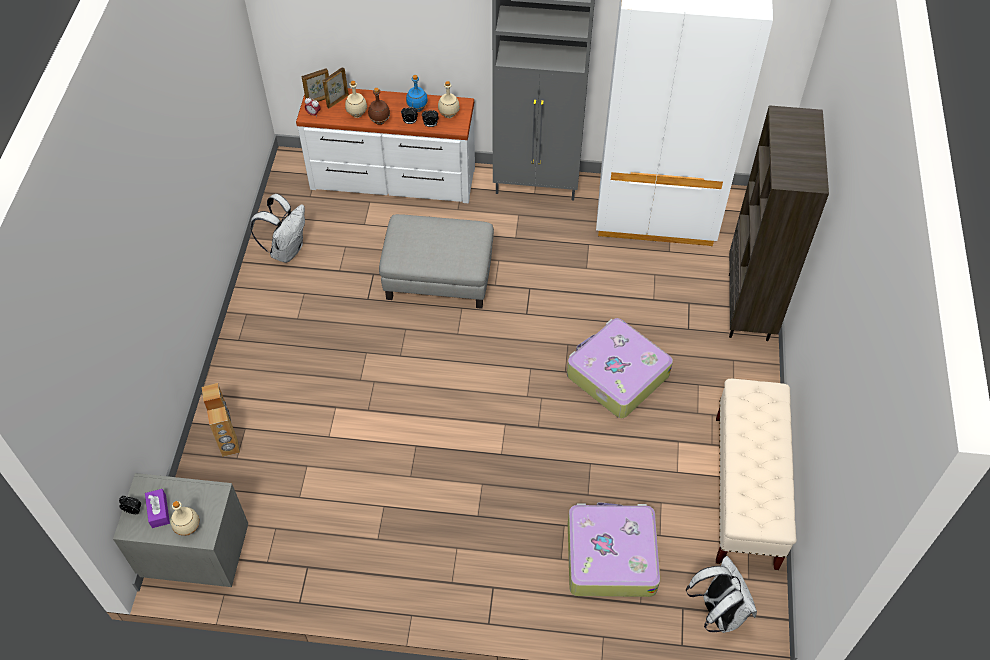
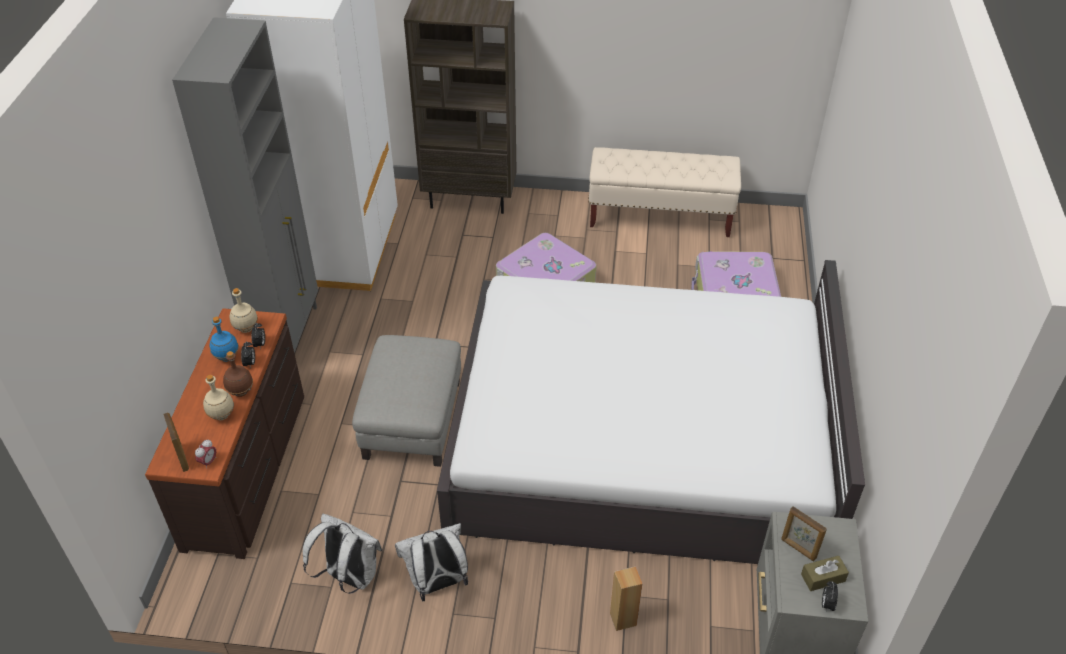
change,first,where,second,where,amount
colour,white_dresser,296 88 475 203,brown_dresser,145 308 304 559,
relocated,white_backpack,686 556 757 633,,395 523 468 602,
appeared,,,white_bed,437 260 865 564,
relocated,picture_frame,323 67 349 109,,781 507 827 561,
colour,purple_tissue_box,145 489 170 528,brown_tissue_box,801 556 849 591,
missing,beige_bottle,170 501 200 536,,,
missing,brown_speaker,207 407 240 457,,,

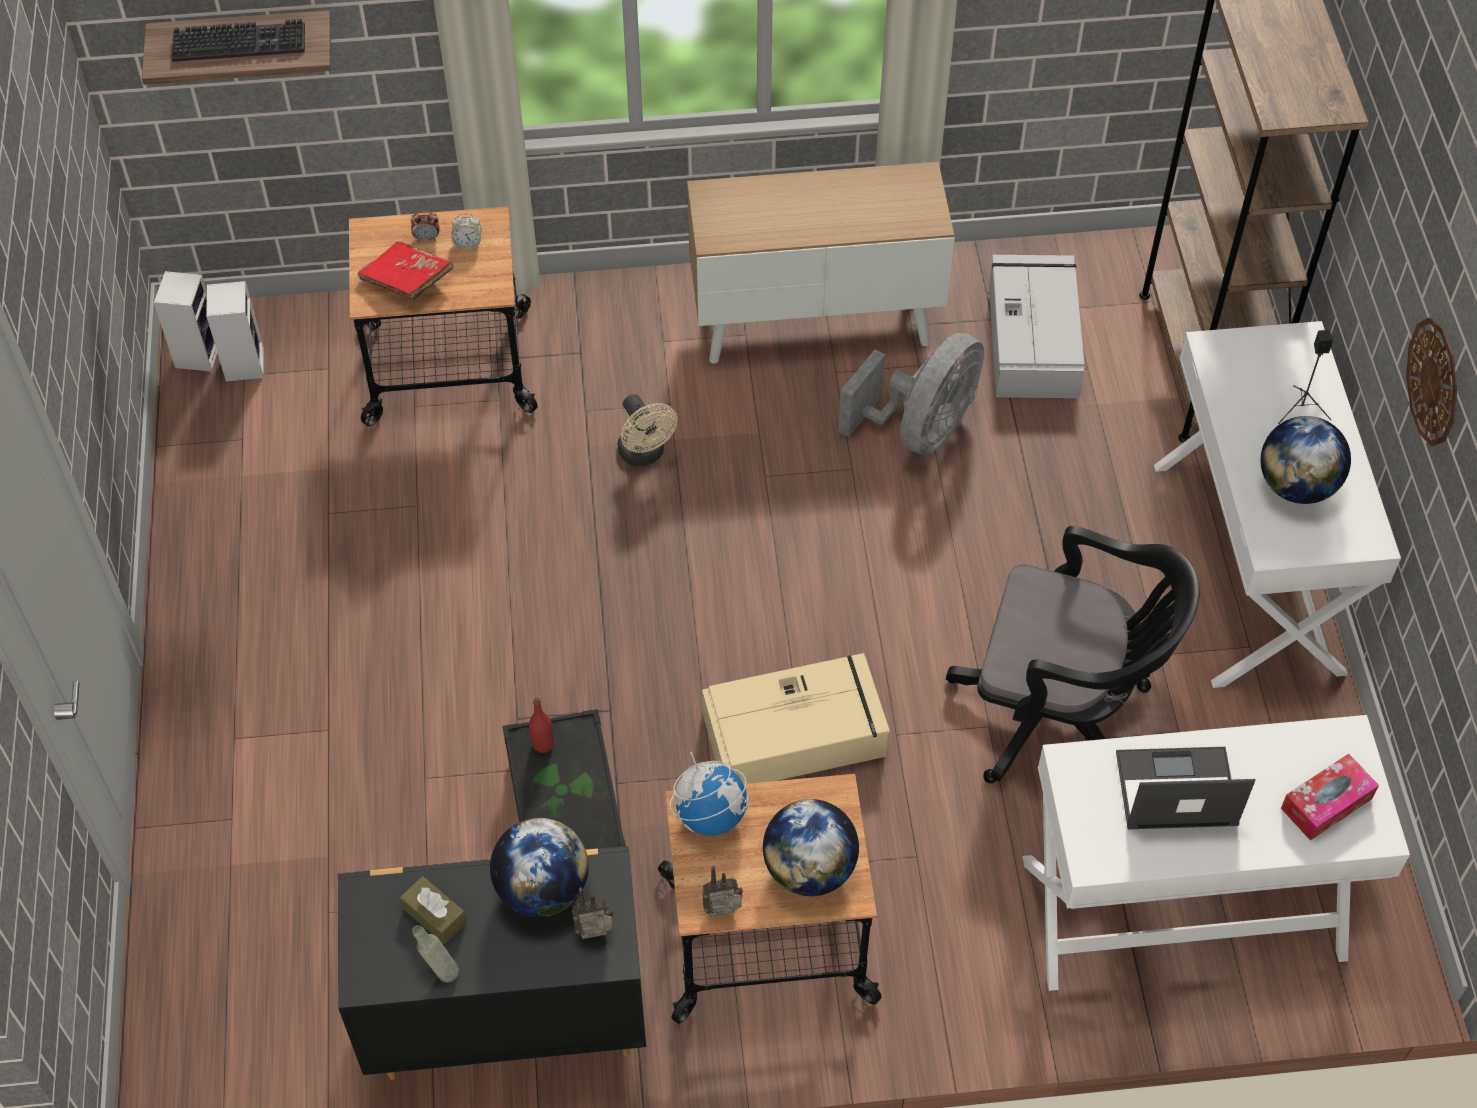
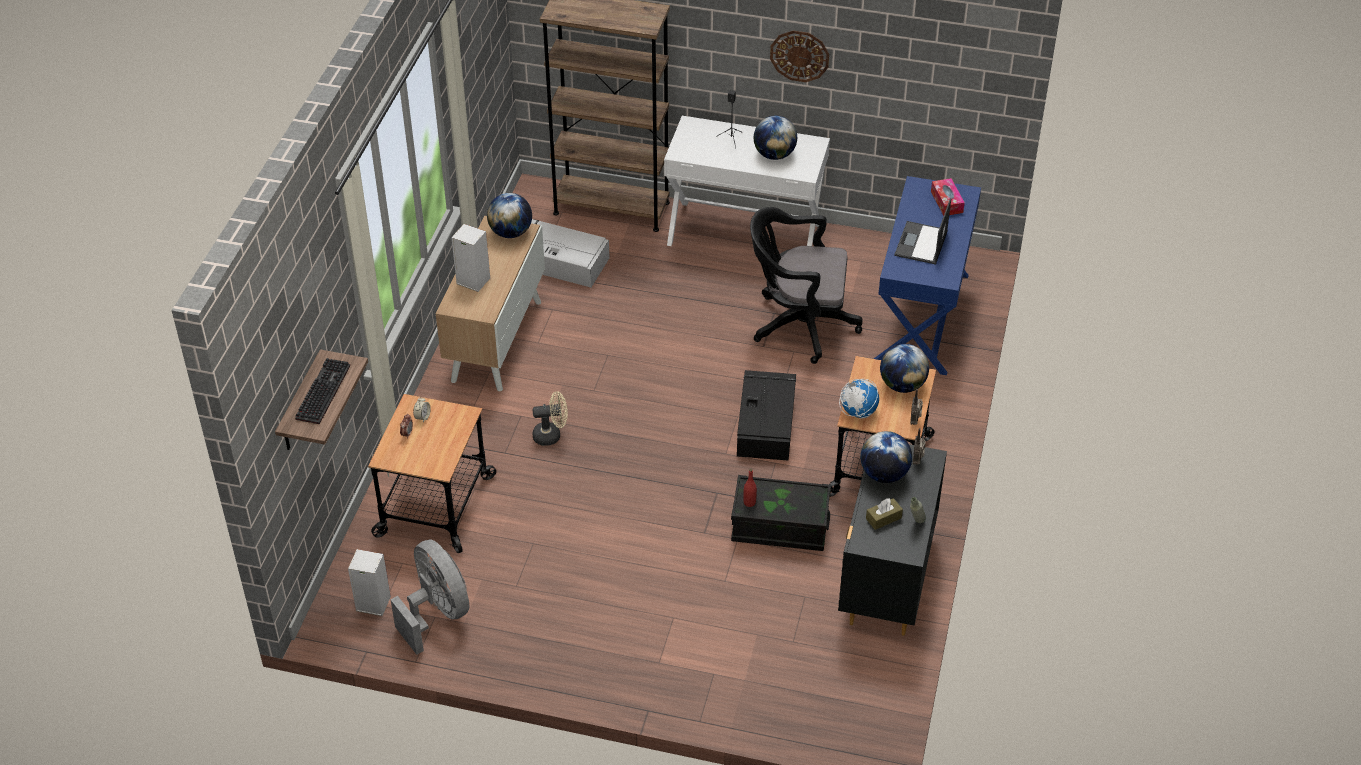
change,first,where,second,where,amount
relocated,grey_fan,838 333 984 455,,391 539 470 655,
relocated,speaker,154 271 218 371,,451 224 490 292,
appeared,,,globe,487 193 532 238,
colour,beige_storage_box,702 653 890 784,black_storage_box,737 370 796 461,
spun,black_office_chair,946 526 1199 784,,750 207 862 364,120 degrees counterclockwise
colour,white_desk,1022 715 1410 991,blue_desk,874 176 981 375,
missing,red_book,358 242 453 300,,,

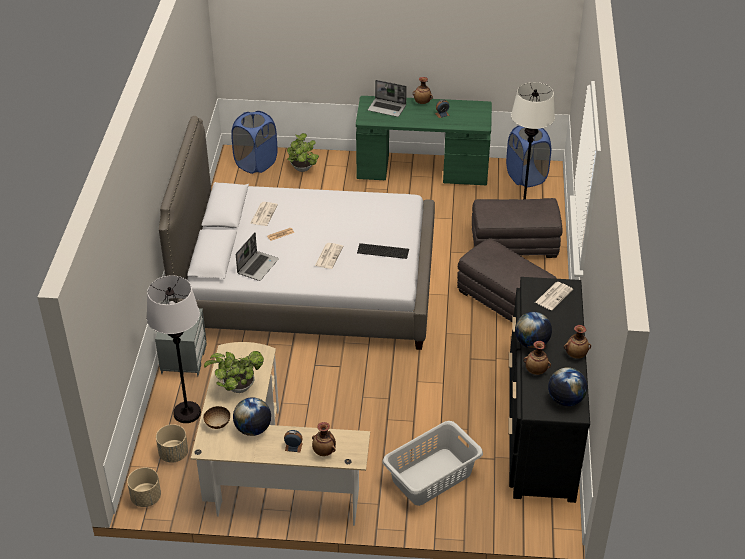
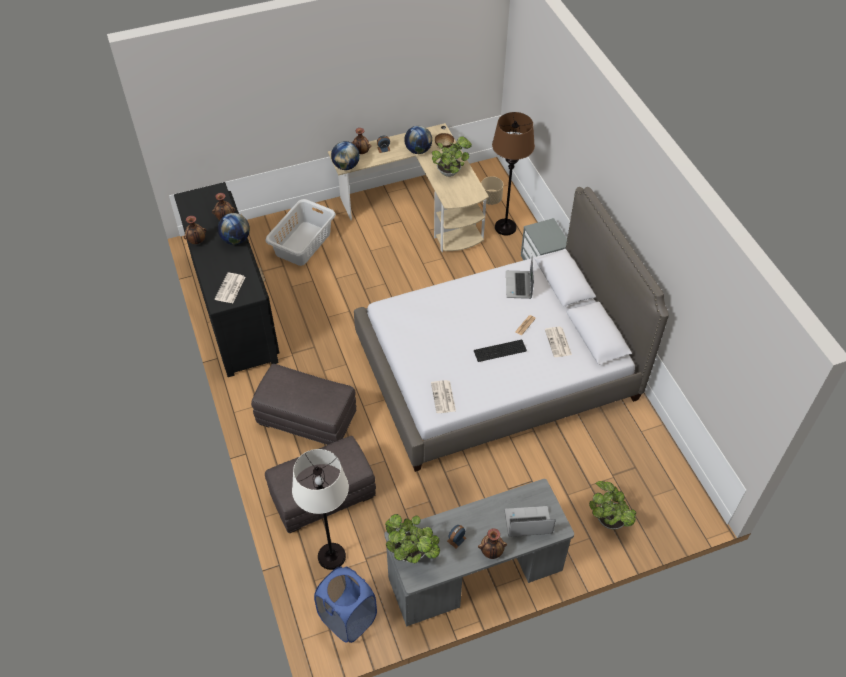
change,first,where,second,where,amount
relocated,globe,548 367 587 406,,331 141 360 170,
colour,green_desk,356 96 492 185,grey_desk,384 479 574 627,
appeared,,,potted_plant,385 514 440 563,
relocated,newspaper,315 243 343 269,,431 380 456 413,
relocated,keyboard,357 243 409 259,,474 340 527 362,
colour,white_floor_lamp,146 275 201 423,brown_floor_lamp,492 112 535 235,
missing,beige_planter,127 468 161 507,,,
missing,blue_laundry_basket,231 111 278 174,,,

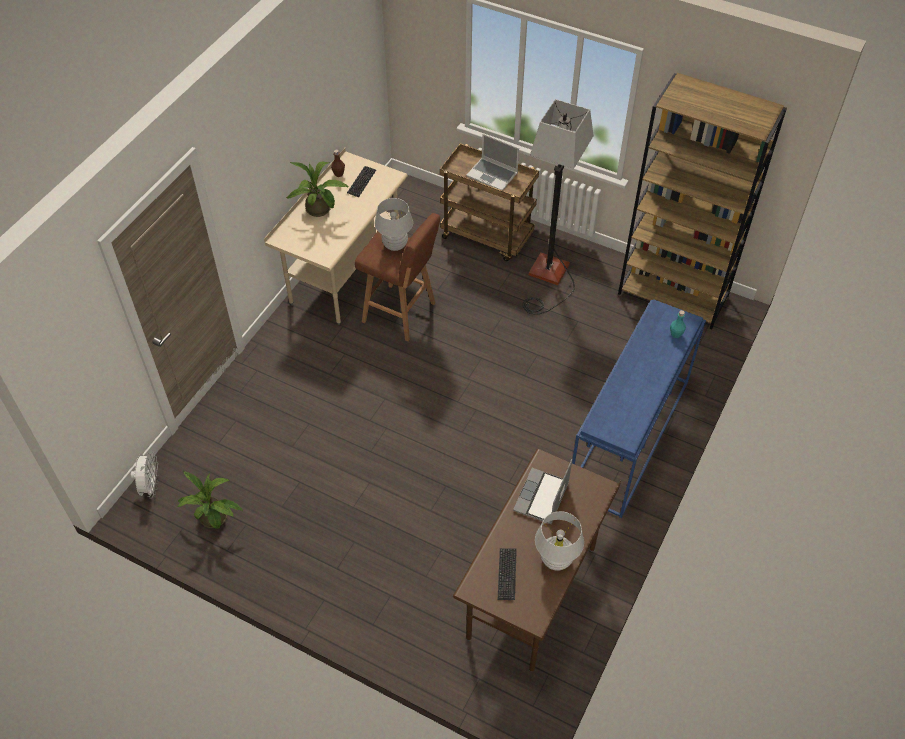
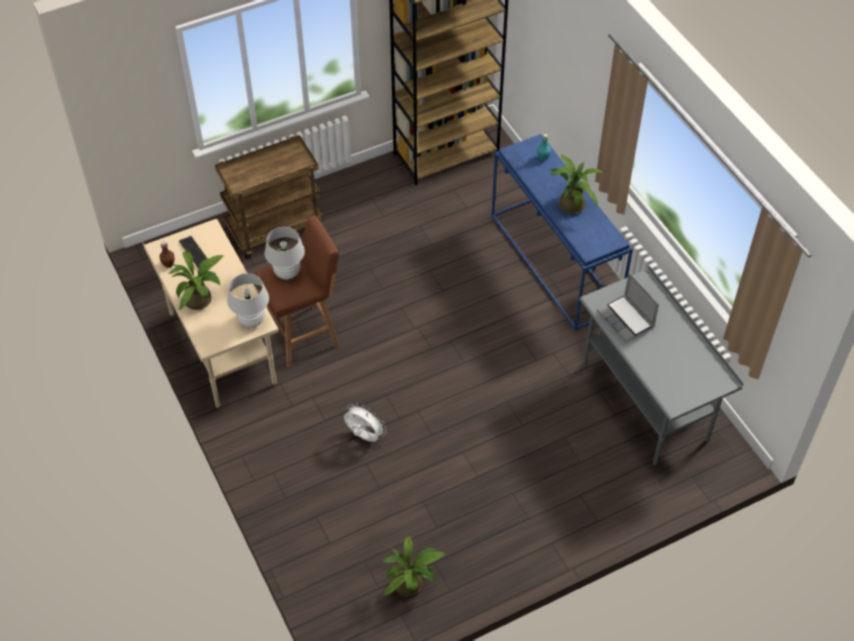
change,first,where,second,where,amount
relocated,white_table_lamp,535 511 584 571,,227 273 269 327,
relocated,white_fan,131 450 159 498,,344 403 386 442,
appeared,,,potted_plant,550 155 604 214,
colour,brown_desk,453 449 621 672,grey_desk,579 266 744 466,
missing,laptop,466 134 519 191,,,
missing,keyboard,498 548 517 600,,,
missing,floor_lamp,523 99 594 315,,,

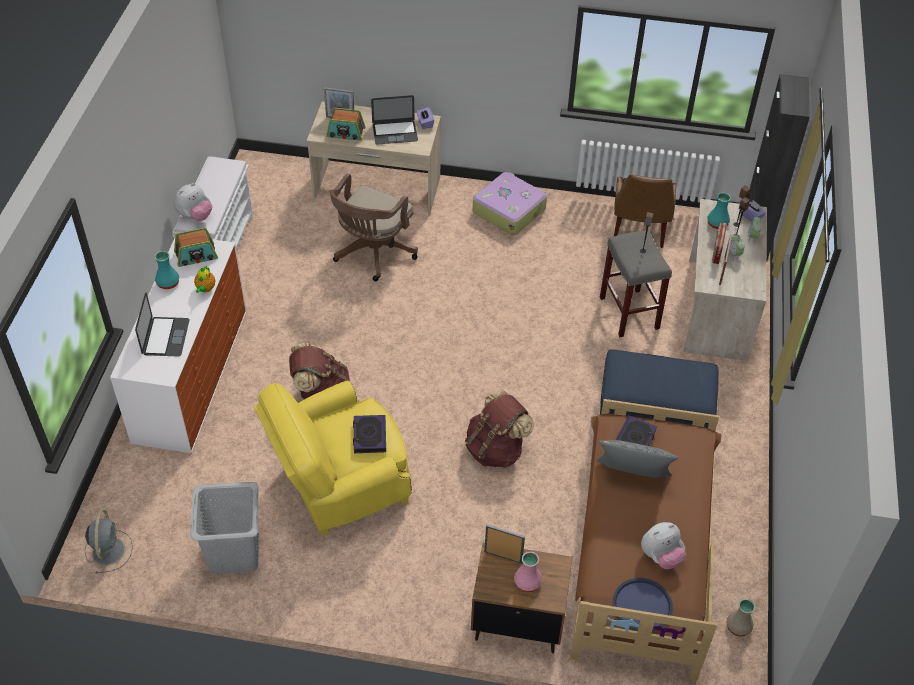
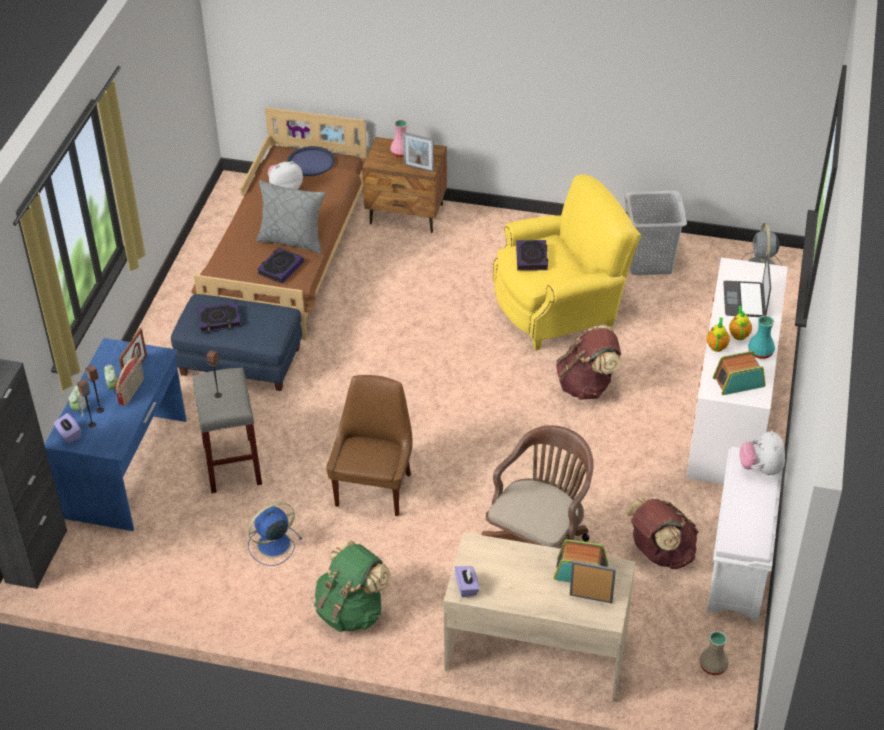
change,first,where,second,where,amount
colour,beige_desk,683 199 767 361,blue_desk,44 338 186 531,
appeared,,,book,197 301 241 333,
appeared,,,blue_fan,248 502 302 566,
exchanged,suitcase,473 172 547 235,green_backpack,314 541 392 632,
relocated,brown_chair,614 175 676 248,,326 375 412 516,
relocated,brown_backpack,465 391 534 468,,624 498 698 569,
relocated,beige_vase,727 599 755 637,,699 631 729 675,
appeared,,,teapot,729 306 752 340,
spun,plush_toy,174 183 212 221,,740 430 785 475,45 degrees counterclockwise
missing,laptop,371 95 418 145,,,
missing,turquoise_vase,707 192 731 229,,,

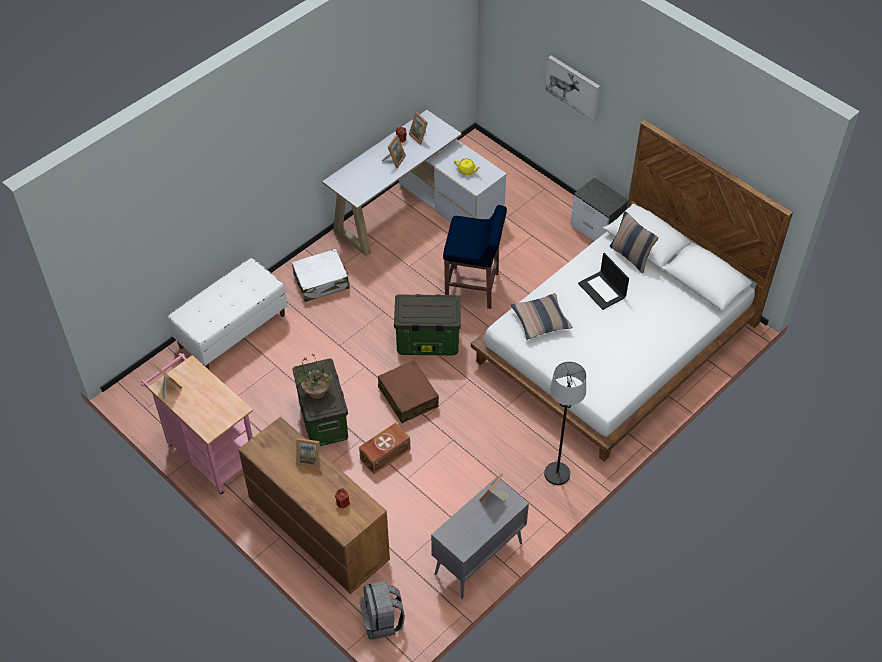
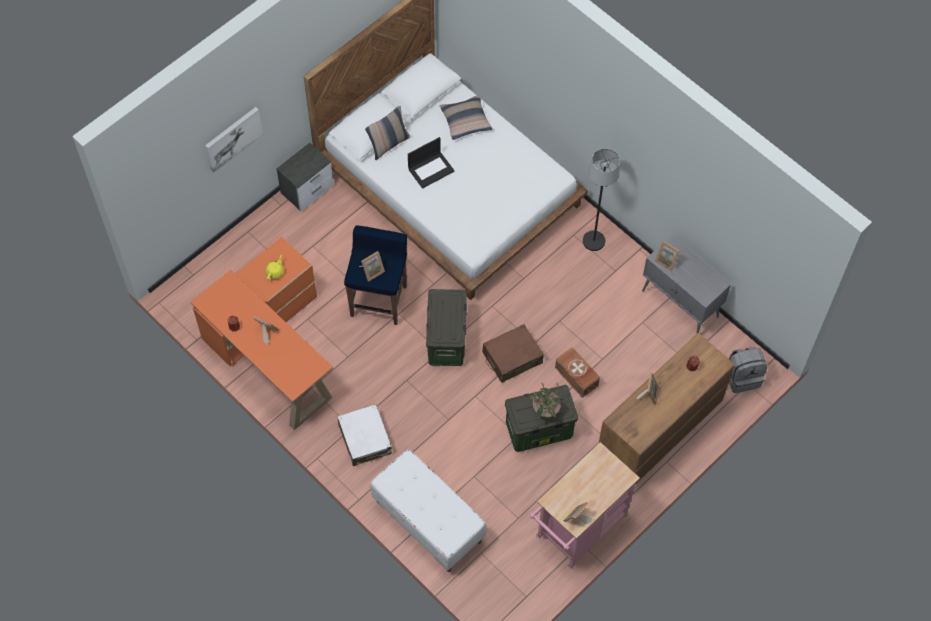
change,first,where,second,where,amount
colour,white_desk,322 110 507 256,orange_desk,190 237 333 430,
relocated,picture_frame,409 112 428 145,,359 251 385 282,
relocated,pillow,511 293 572 340,,440 95 492 140,

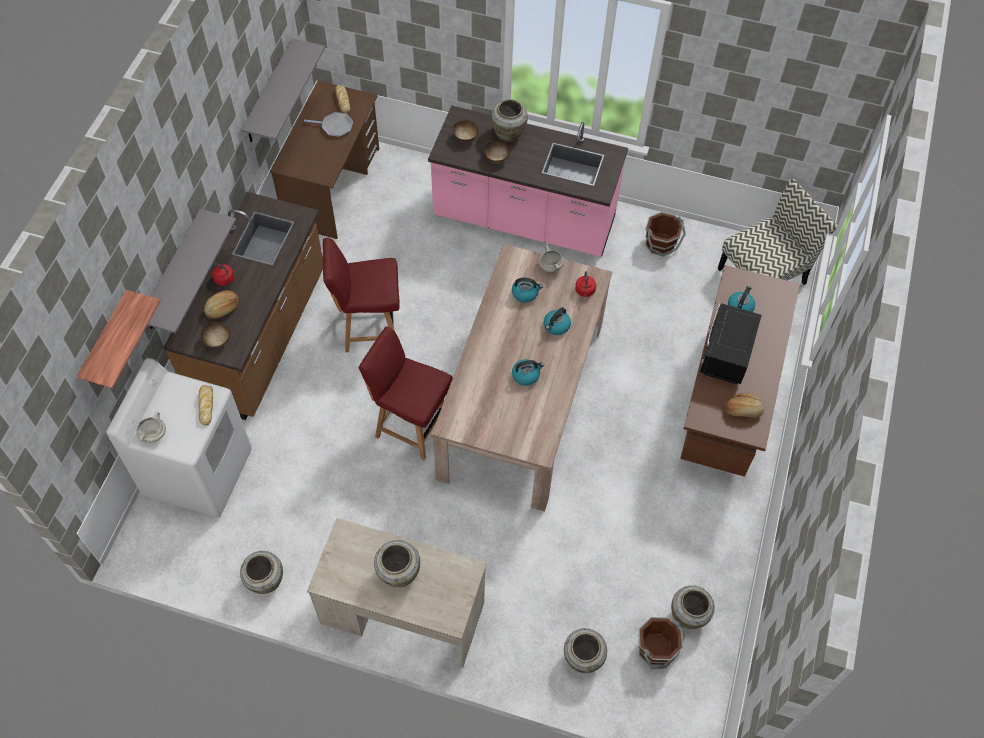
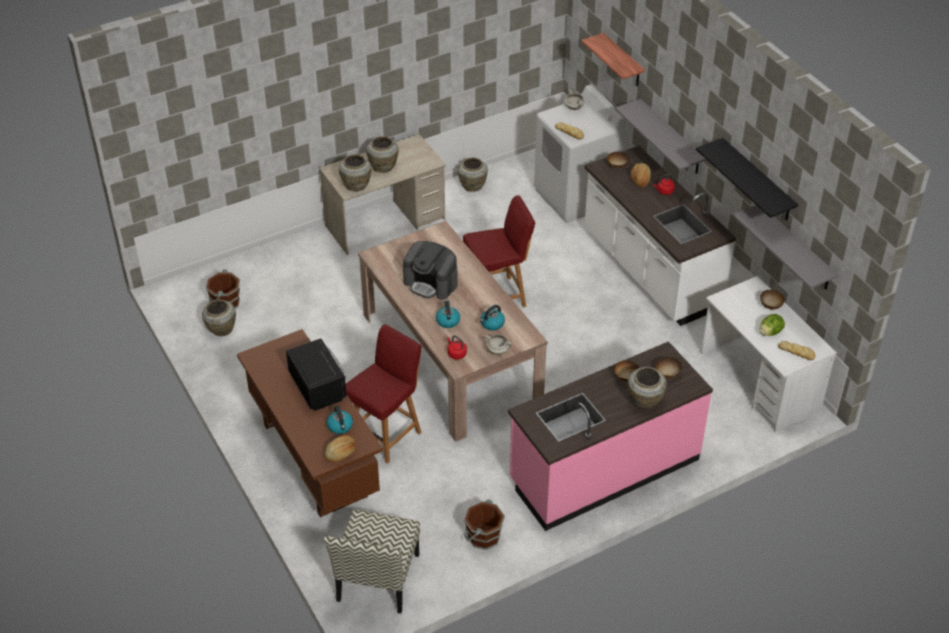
change,first,where,second,where,amount
relocated,bread,725 393 764 418,,324 435 356 463,
relocated,beige_vase,564 628 607 673,,339 154 372 191,
relocated,red_chair,323 238 400 352,,346 324 422 464,
exchanged,kettle,512 359 544 386,coffee_machine,403 241 458 300,
colour,brown_counter,163 192 323 420,white_counter,584 146 736 326,
appeared,,,black_shelf,696 138 798 221,
colour,brown_desk,270 81 379 239,white_desk,701 276 837 432,
exchanged,frying_pan,304 112 353 137,lettuce,759 314 785 336,
appeared,,,bowl,760 290 785 309,

